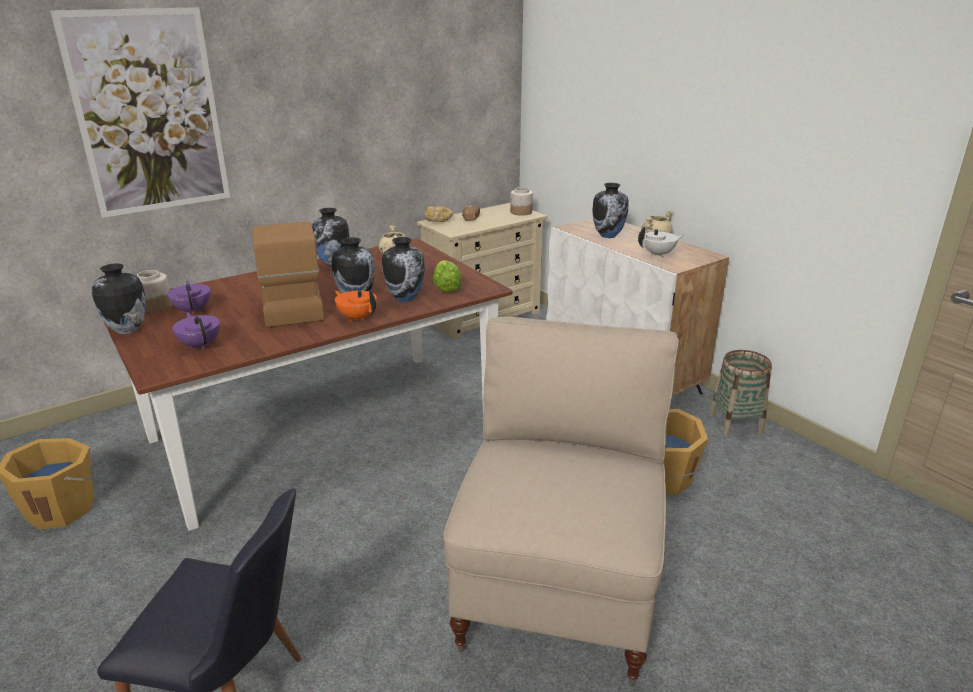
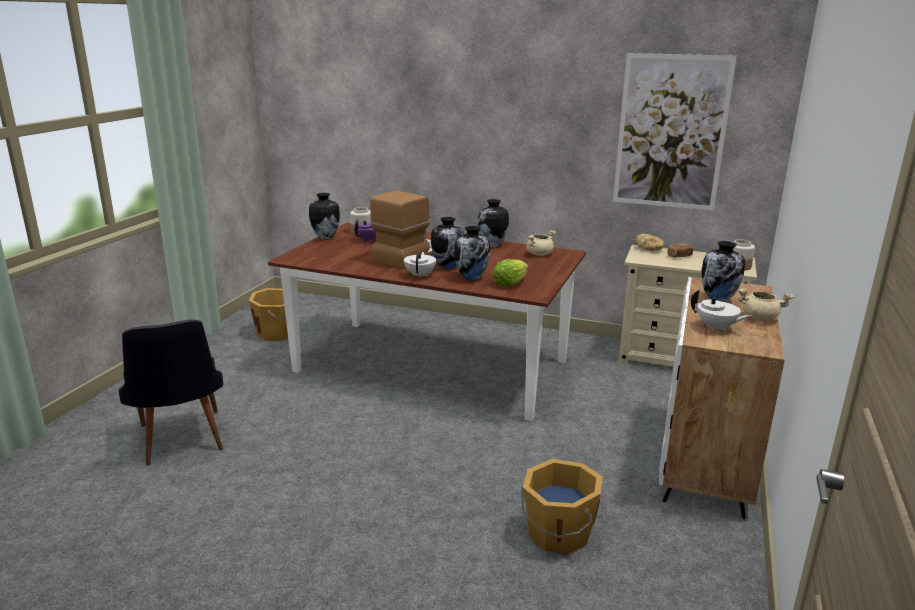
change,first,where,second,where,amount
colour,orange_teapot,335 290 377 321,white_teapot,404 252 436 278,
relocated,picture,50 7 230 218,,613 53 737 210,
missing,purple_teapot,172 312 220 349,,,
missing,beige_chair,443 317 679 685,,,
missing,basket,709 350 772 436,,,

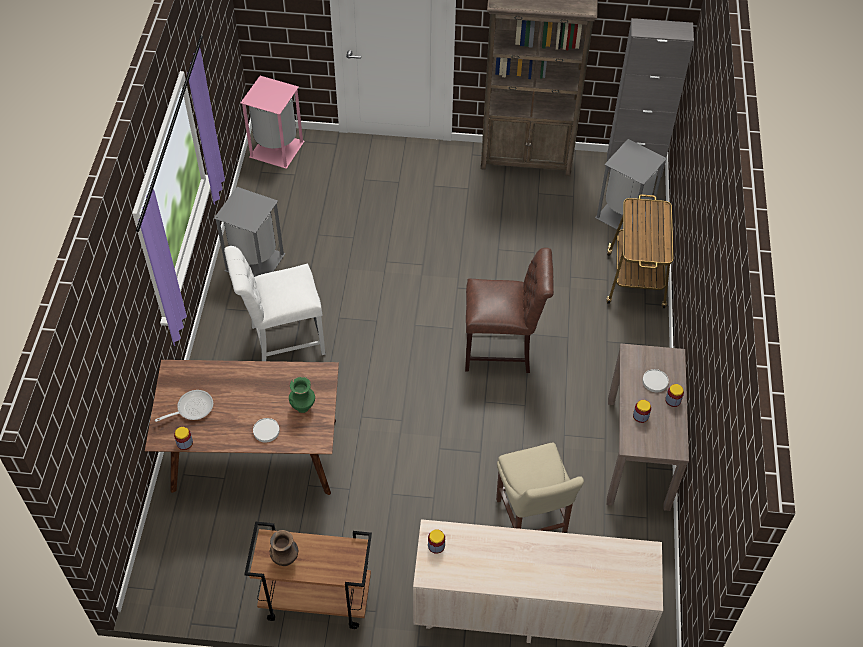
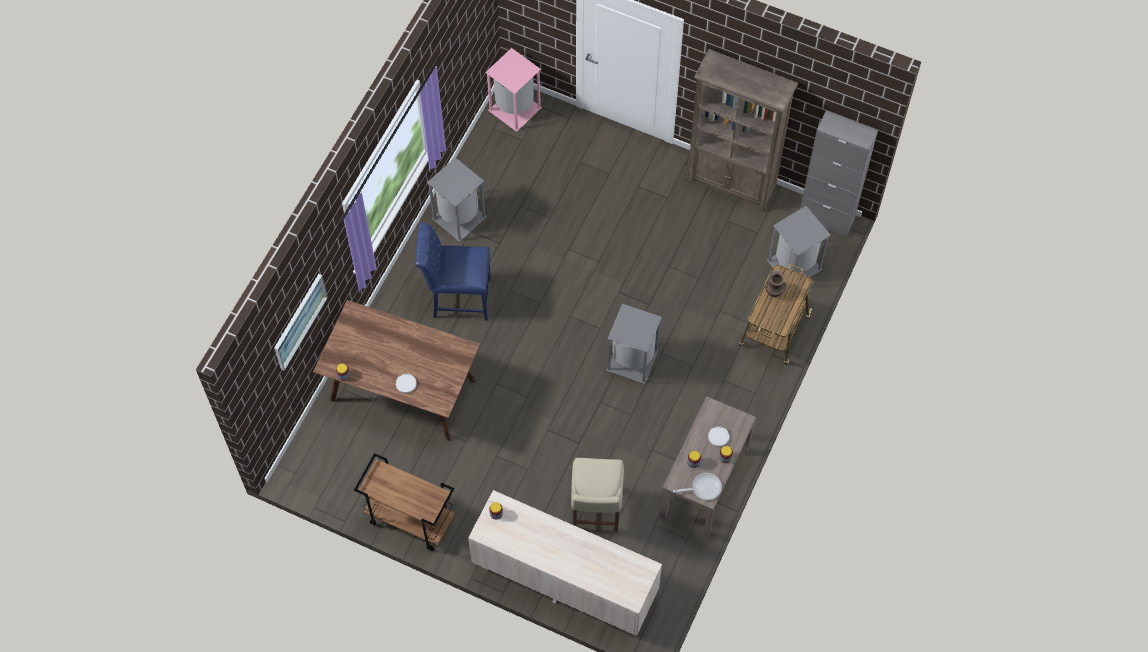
change,first,where,second,where,amount
appeared,,,picture,274 274 328 371,
colour,white_chair,224 246 325 361,blue_chair,415 223 491 321,
exchanged,brown_chair,465 248 554 373,grey_trash_can,606 304 662 384,
relocated,frying_pan,155 390 213 422,,673 473 722 500,
relocated,brown_vase,270 530 298 566,,765 271 786 297,
missing,green_vase,289 376 315 413,,,

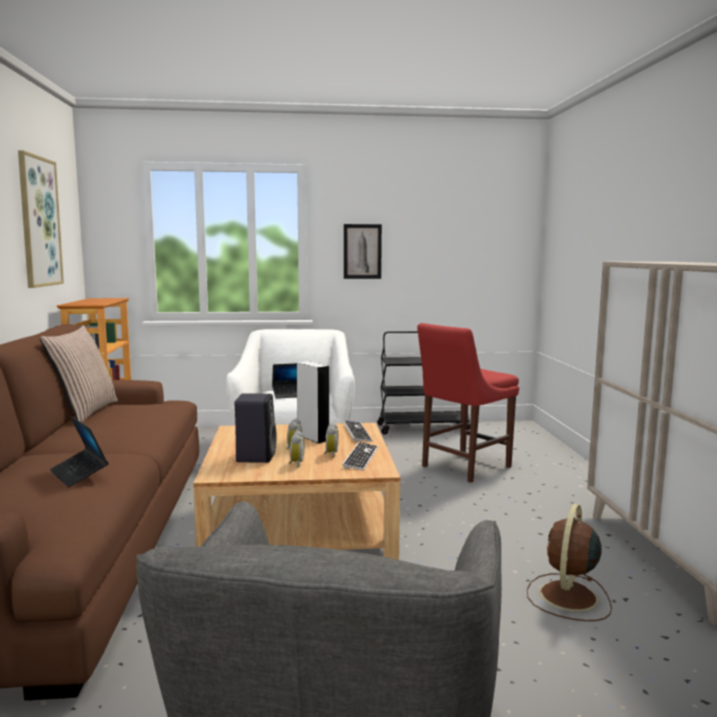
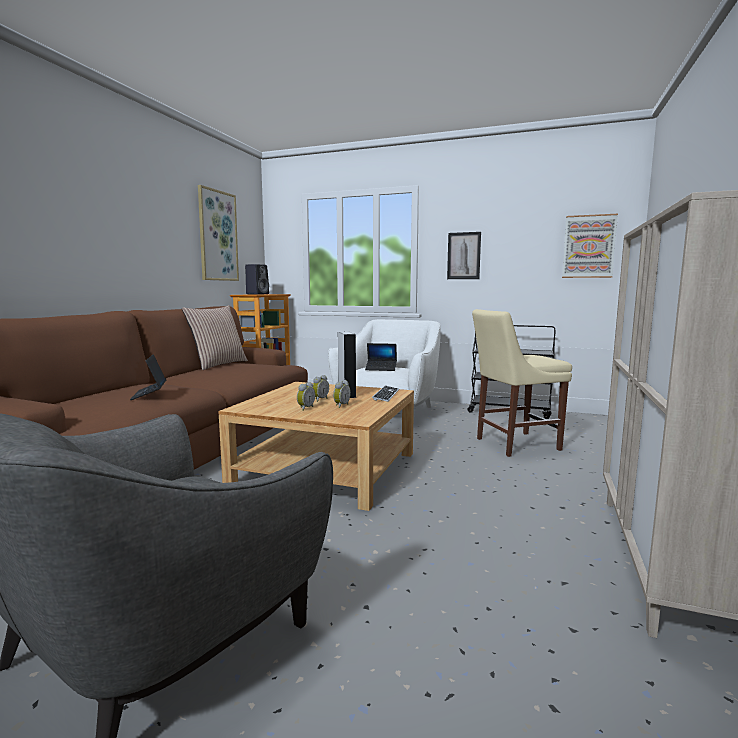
change,first,where,second,where,amount
relocated,black_speaker,235 393 276 463,,245 264 269 294,
colour,red_chair,417 323 519 483,beige_chair,472 309 572 457,
appeared,,,picture,562 214 618 278,
missing,keyboard,342 442 378 471,,,
missing,brown_fan,527 504 612 621,,,

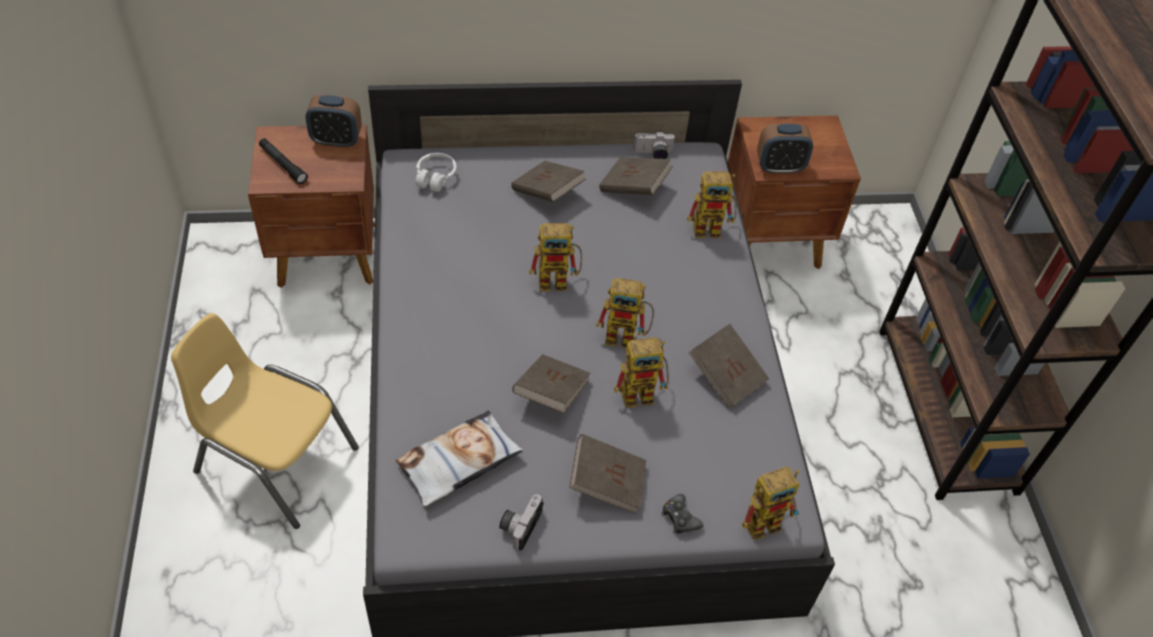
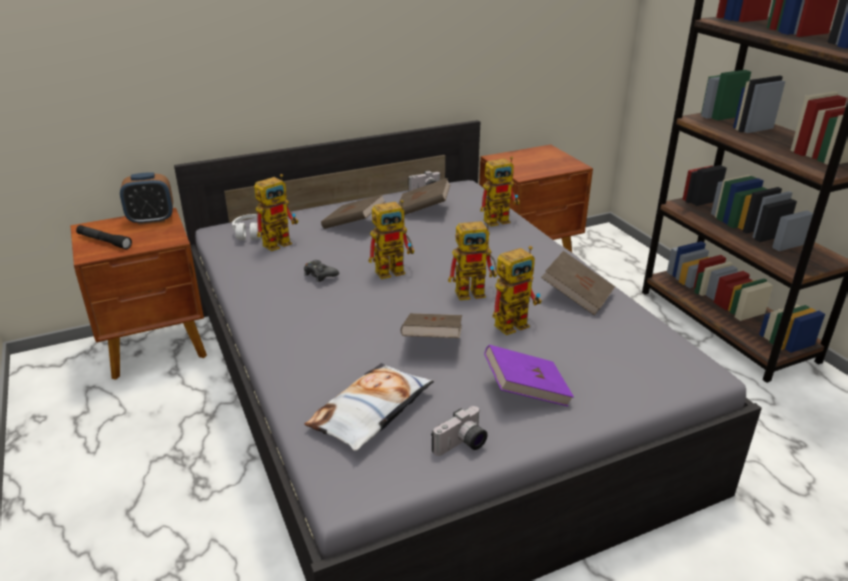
change,first,where,second,where,amount
relocated,toy_robot,742 466 800 540,,254 174 298 251,
relocated,black_game_controller,661 494 704 534,,304 260 339 282,
spun,photo_camera,499 494 544 550,,431 406 488 456,135 degrees counterclockwise
colour,brown_book,569 434 646 514,purple_book,484 345 574 406,
missing,yellow_chair,171 313 359 529,,,
missing,alarm_clock,757 124 813 173,,,

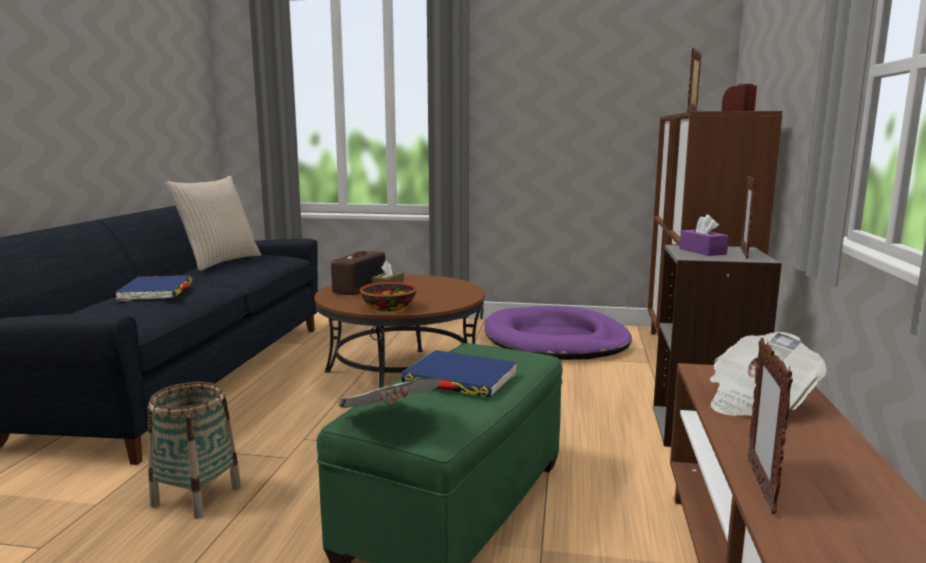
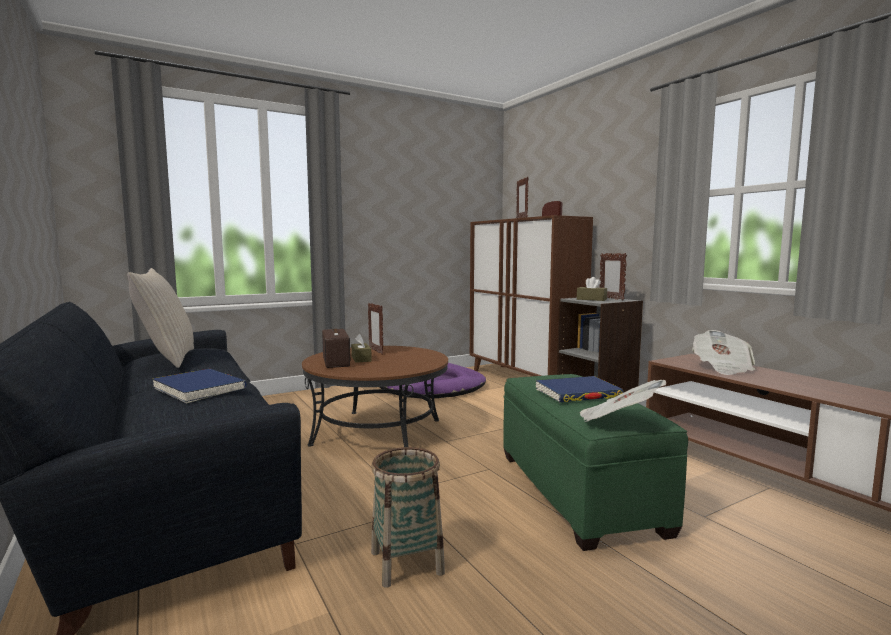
change,first,where,second,where,amount
relocated,picture_frame,748 338 793 514,,368 303 383 355,
colour,purple_tissue_box,680 214 729 256,brown_tissue_box,577 277 607 301,
missing,bowl,360 282 417 312,,,

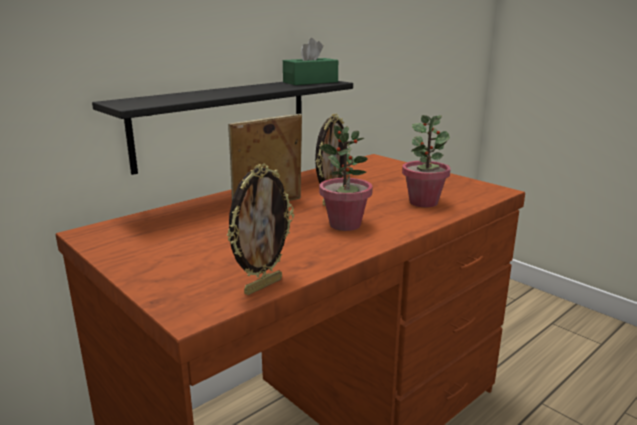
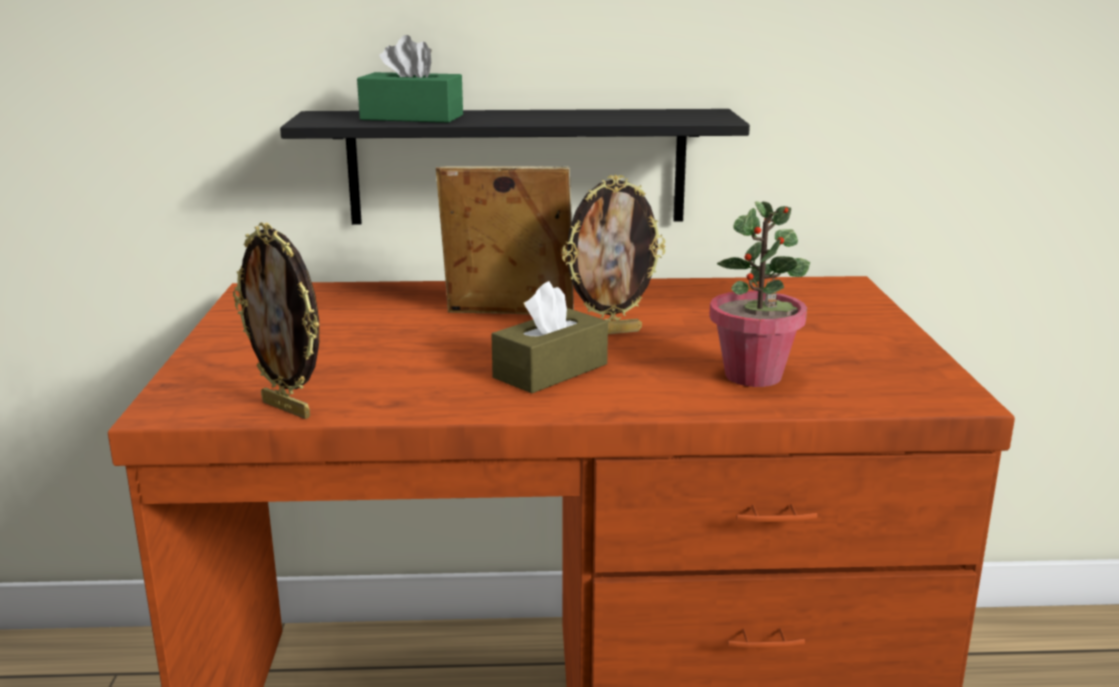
change,first,where,second,where,amount
spun,picture_frame,227 164 294 295,,233 223 319 419,45 degrees clockwise
relocated,green_tissue_box,283 38 338 85,,357 35 463 123,
exchanged,potted_plant,319 125 373 231,brown_tissue_box,491 281 608 393,

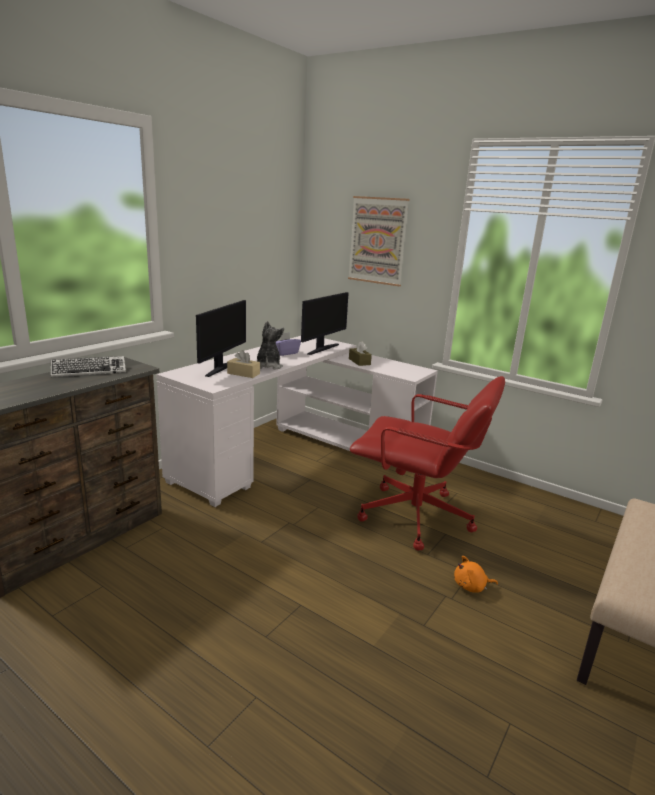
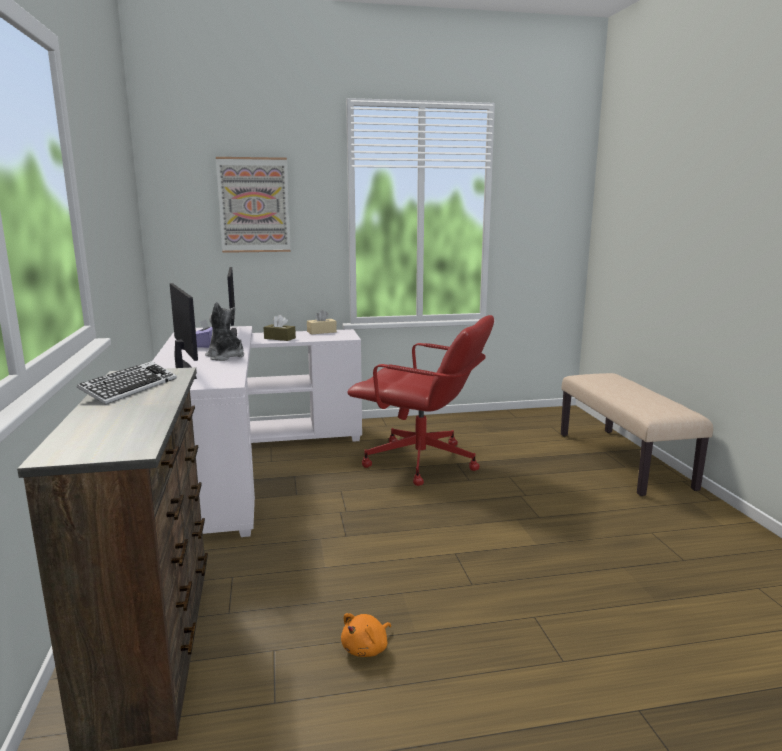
change,first,where,second,where,amount
relocated,beige_tissue_box,227 350 260 378,,307 310 337 334,
relocated,orange_plush_toy,454 556 498 593,,341 613 391 657,
spun,red_office_chair,350 376 505 551,,347 315 494 486,45 degrees clockwise

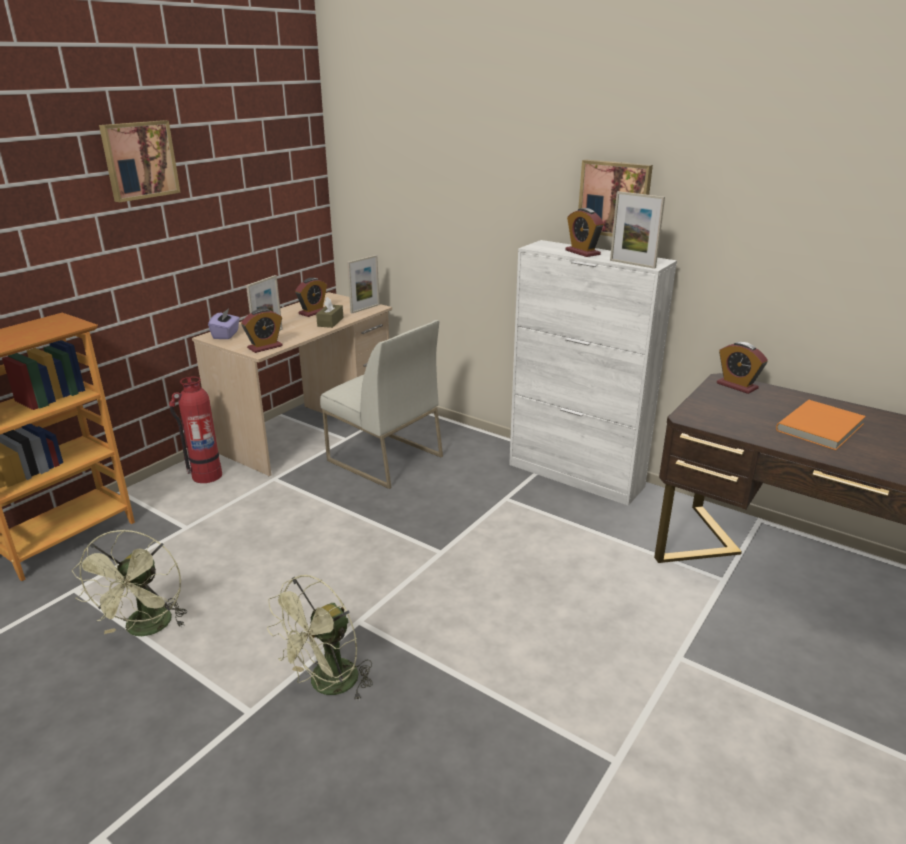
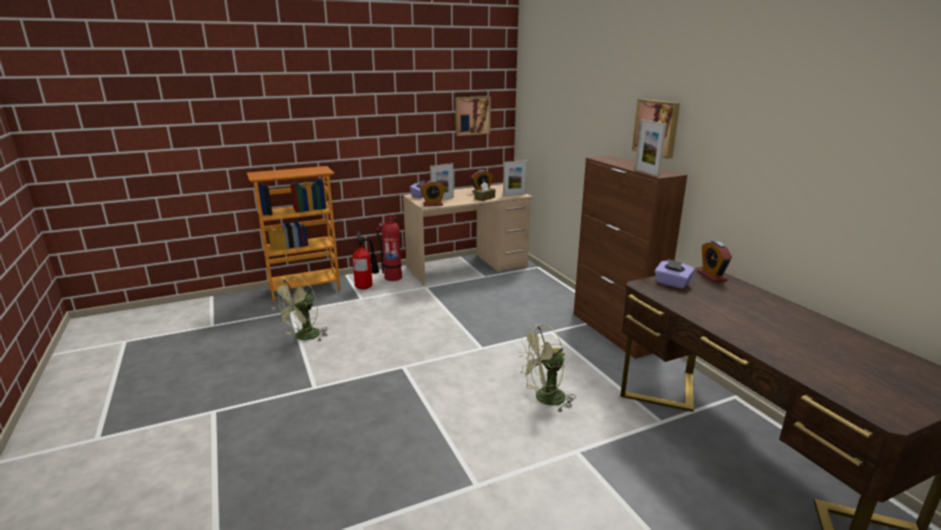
change,first,where,second,where,amount
appeared,,,fire_extinguisher,352 231 379 289,
relocated,picture,99 120 181 202,,455 96 491 136,
relocated,green_fan,267 575 373 702,,518 325 576 413,
colour,white_cabinet,509 240 677 506,brown_cabinet,574 155 688 359,
appeared,,,purple_tissue_box,655 259 695 289,
missing,white_chair,320 320 443 489,,,
missing,alarm_clock,565 208 604 257,,,
missing,orange_book,776 400 866 450,,,

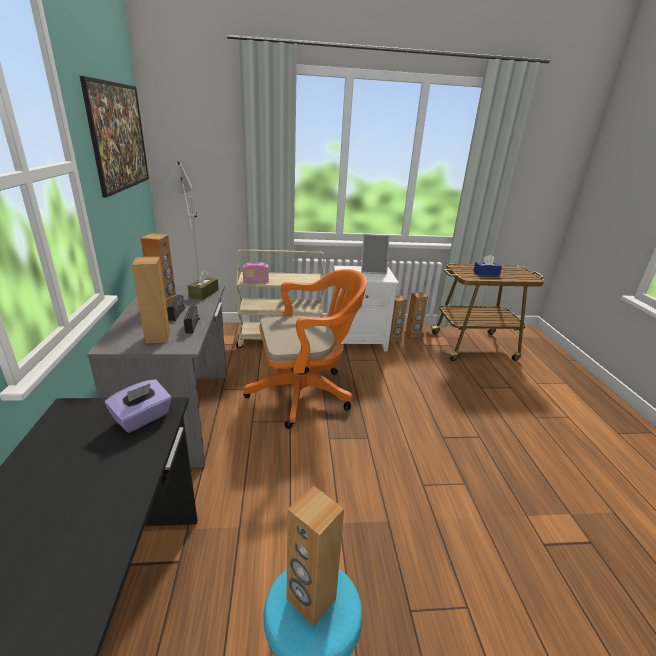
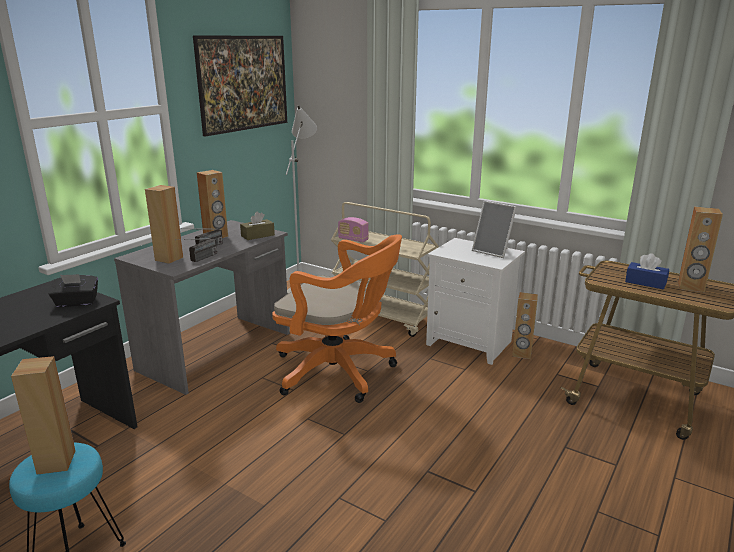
change,first,where,second,where,amount
colour,purple_tissue_box,105 379 172 433,black_tissue_box,48 274 98 307,
relocated,brown_speaker,405 292 428 337,,678 207 723 292,

